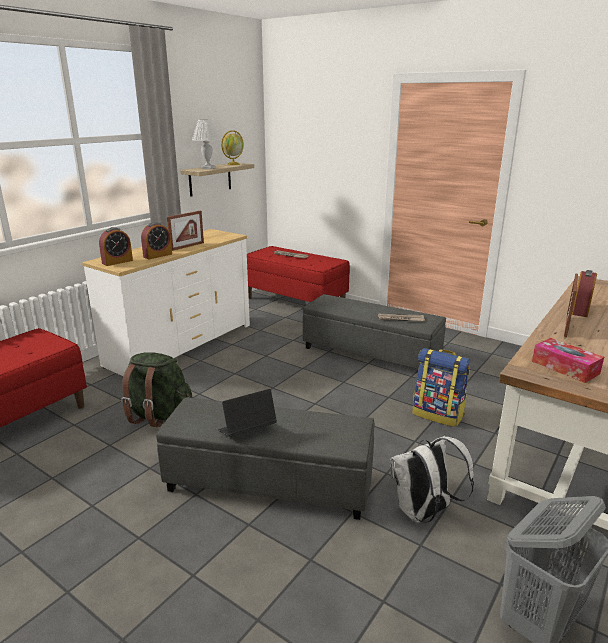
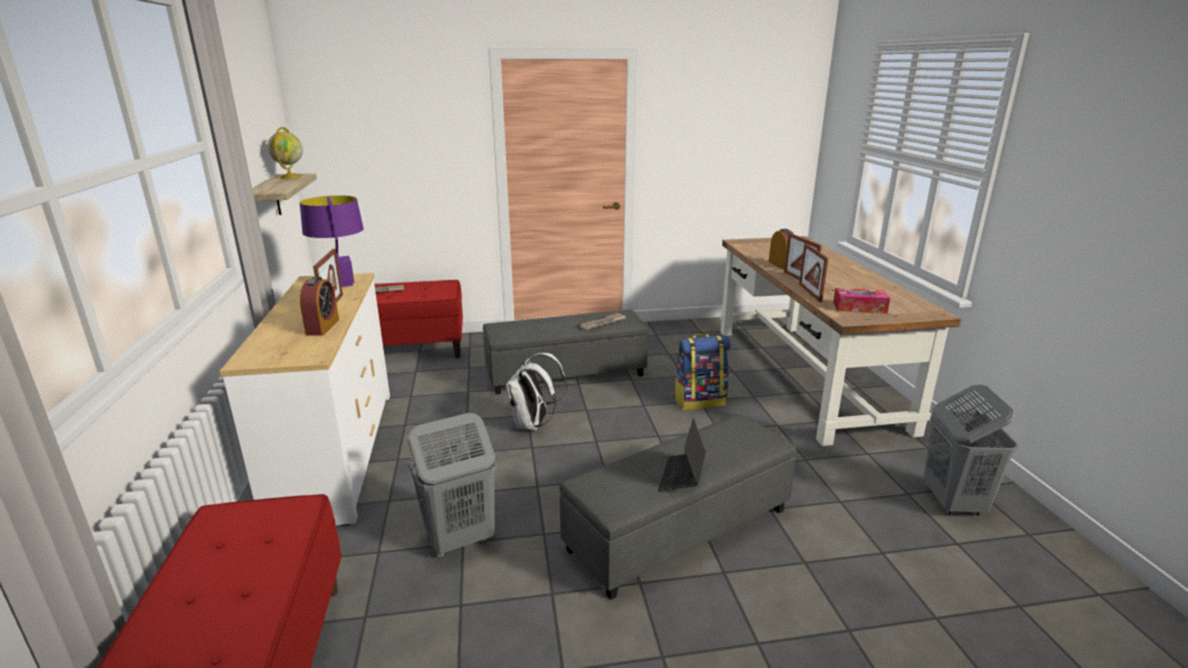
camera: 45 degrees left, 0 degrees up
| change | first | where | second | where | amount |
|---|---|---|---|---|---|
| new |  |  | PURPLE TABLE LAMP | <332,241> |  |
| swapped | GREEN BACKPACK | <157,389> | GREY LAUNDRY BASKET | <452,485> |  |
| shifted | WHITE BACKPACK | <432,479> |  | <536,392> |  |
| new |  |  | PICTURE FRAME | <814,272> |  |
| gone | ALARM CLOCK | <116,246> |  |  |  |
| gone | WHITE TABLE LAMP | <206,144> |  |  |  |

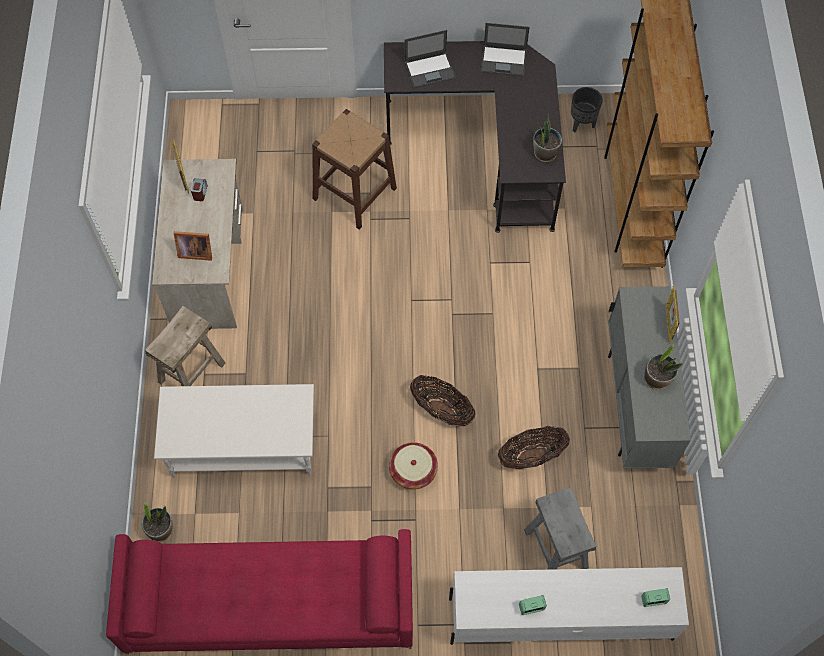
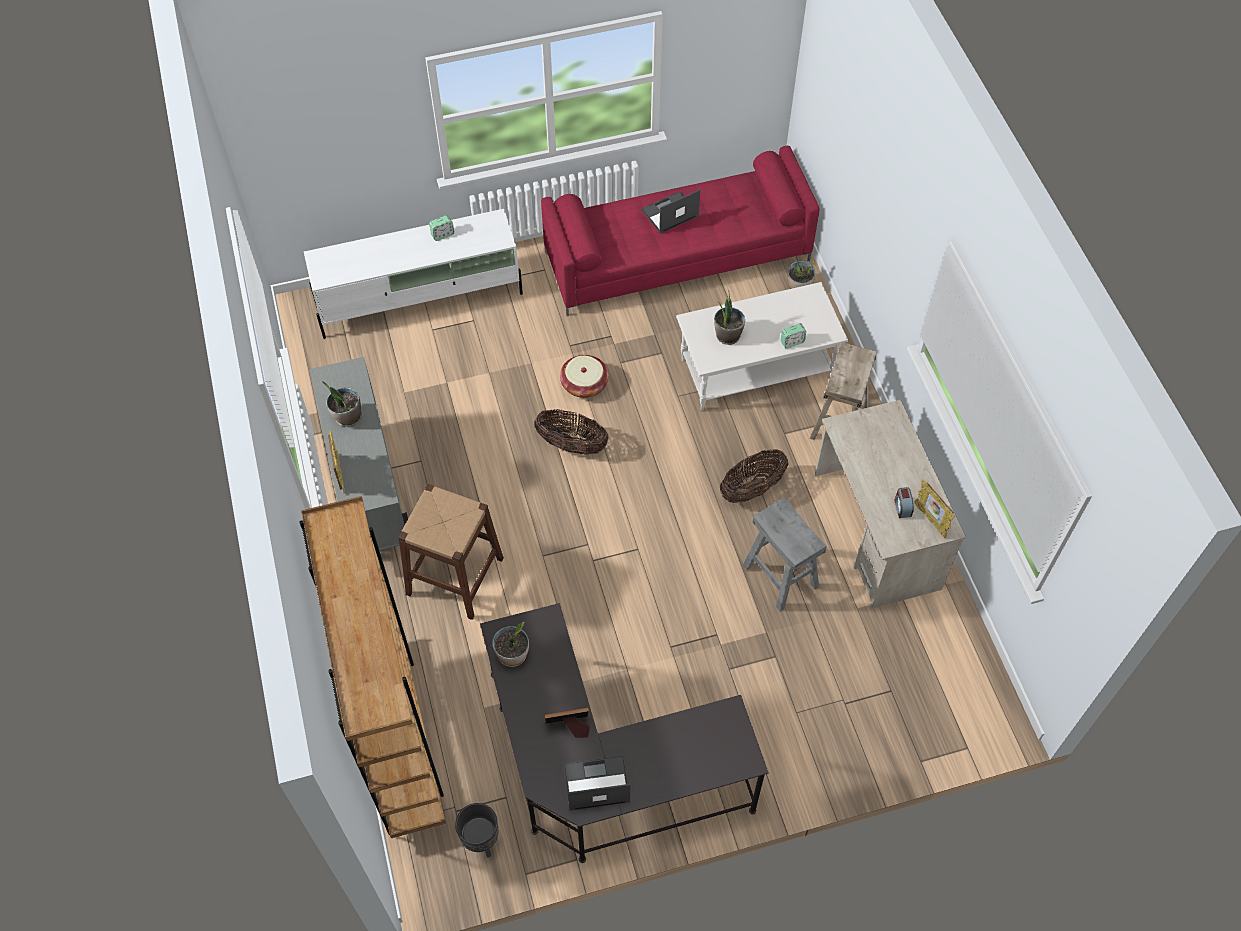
camera: 165 degrees right, 5 degrees down
| change | first | where | second | where | amount |
|---|---|---|---|---|---|
| shifted | BROWN STOOL | <354,169> |  | <451,552> |  |
| shifted | PICTURE FRAME | <193,246> |  | <567,723> |  |
| shifted | LAPTOP | <430,59> |  | <670,211> |  |
| new |  |  | POTTED PLANT | <729,317> |  |
| shifted | BASKET | <534,448> |  | <754,476> |  |
| shifted | GREY STOOL | <560,528> |  | <785,554> |  |
| shifted | ALARM CLOCK | <655,598> |  | <793,336> |  |

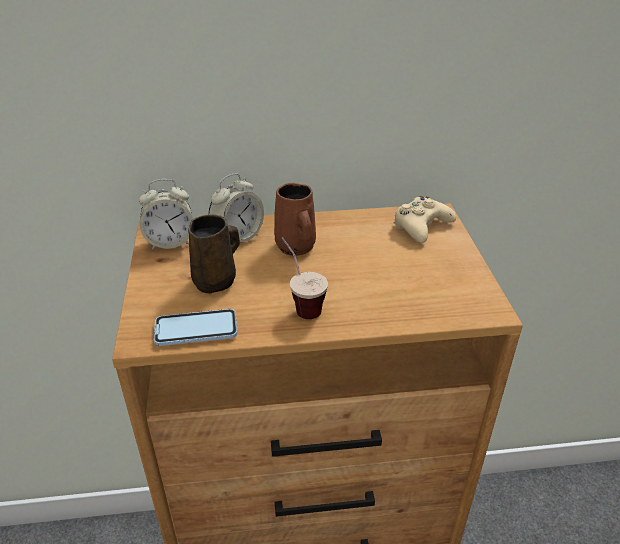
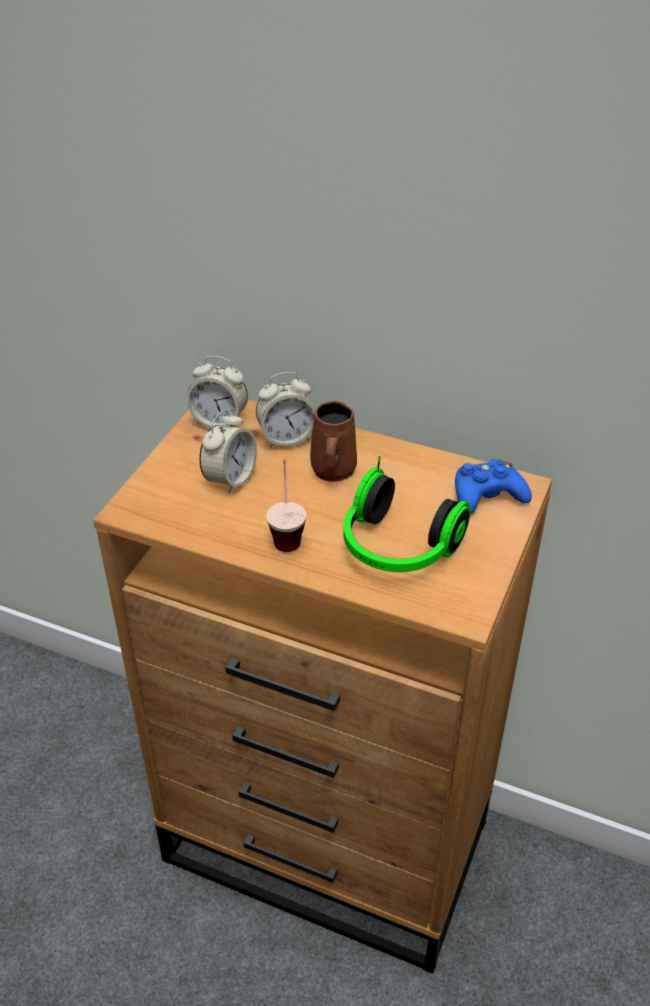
camera: 30 degrees right, 5 degrees up
| change | first | where | second | where | amount |
|---|---|---|---|---|---|
| swapped | BROWN MUG | <214,254> | ALARM CLOCK | <228,451> |  |
| new |  |  | HEADPHONES | <407,514> |  |
| repainted | BEIGE GAME CONTROLLER | <425,219> | BLUE GAME CONTROLLER | <493,486> |  |
| gone | PHONE | <196,327> |  |  |  |

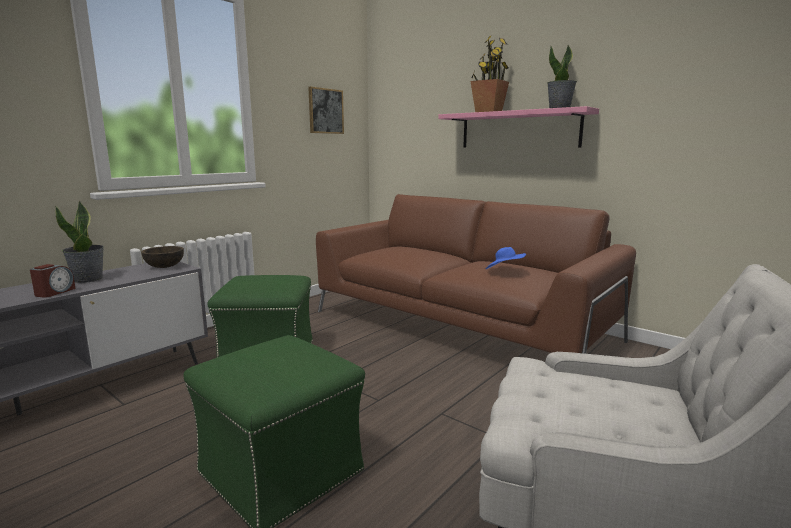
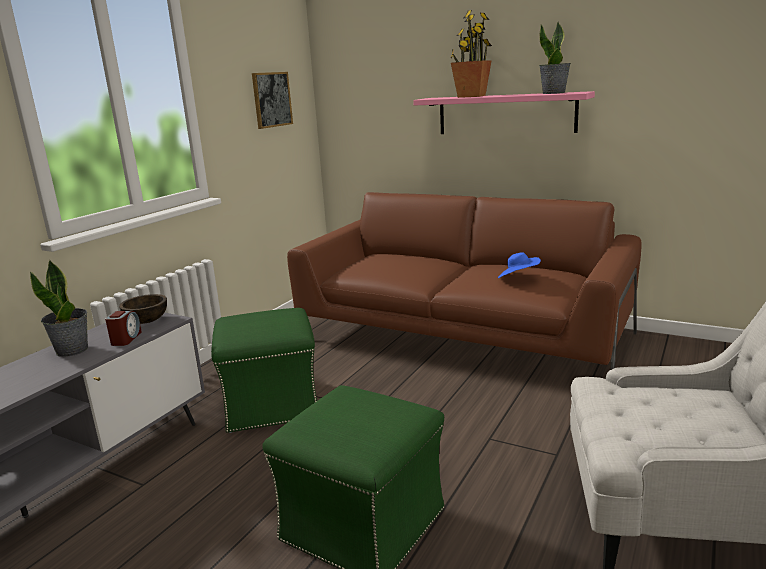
camera: 10 degrees left, 5 degrees up
| change | first | where | second | where | amount |
|---|---|---|---|---|---|
| shifted | ALARM CLOCK | <53,281> |  | <123,328> |  |

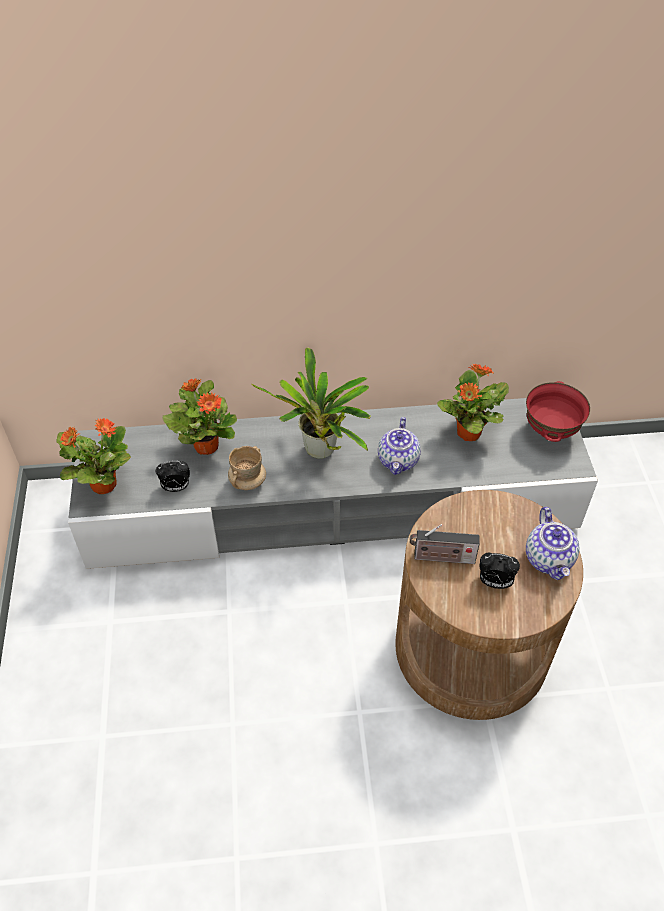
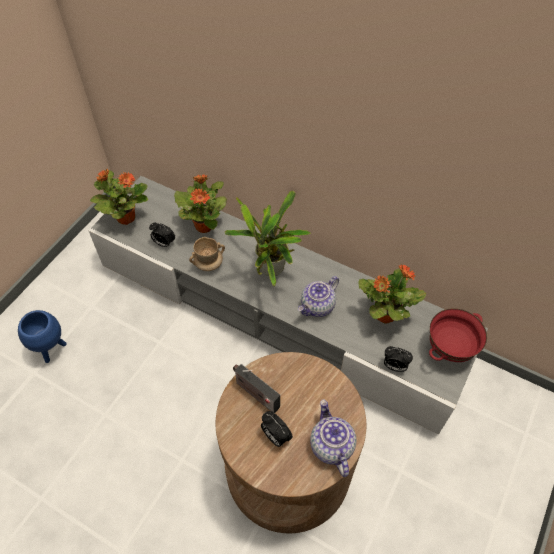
camera: 35 degrees right, 5 degrees up
| change | first | where | second | where | amount |
|---|---|---|---|---|---|
| new |  |  | BLUE PLANTER | <42,336> |  |
| rotated | TEAPOT | <552,543> |  | <333,438> | 135 degrees clockwise |
| new |  |  | ALARM CLOCK | <398,359> |  |

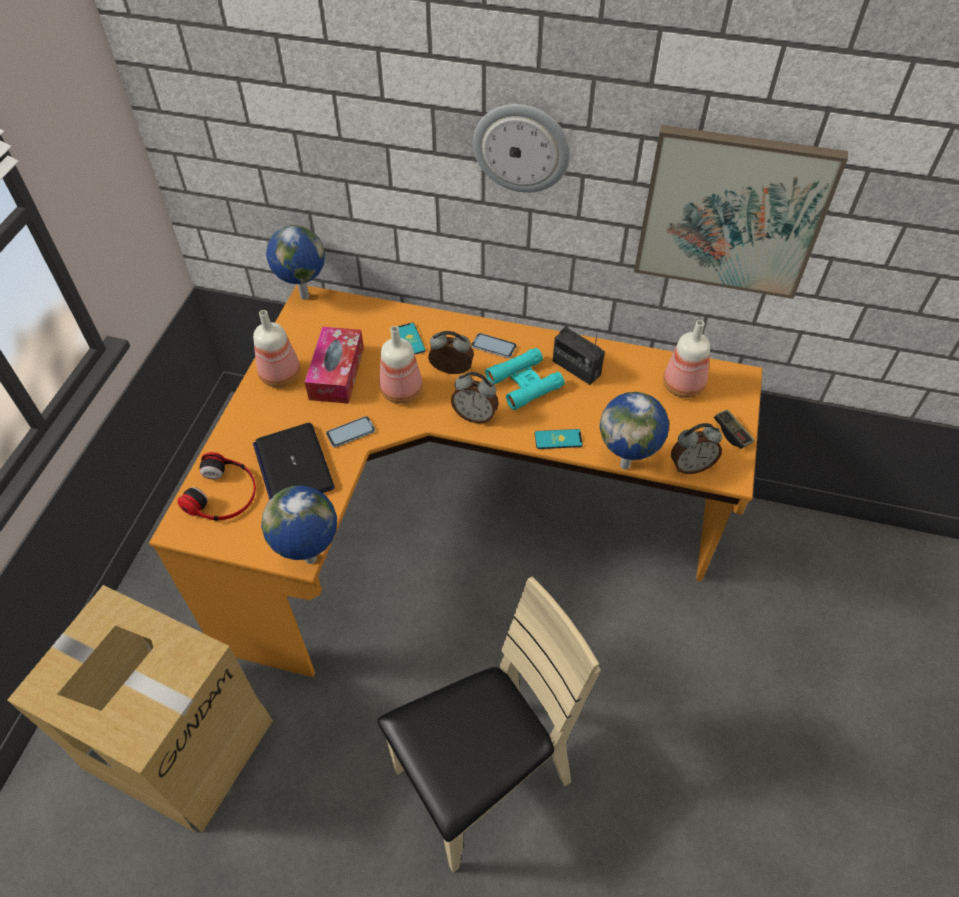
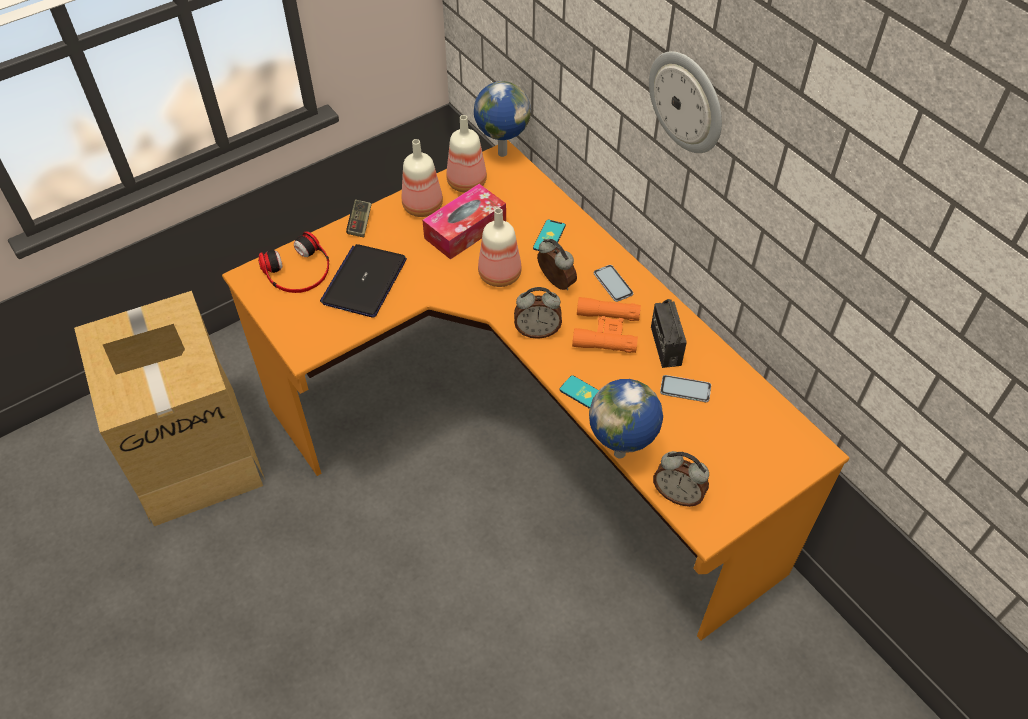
camera: 40 degrees right, 0 degrees up
| change | first | where | second | where | amount |
|---|---|---|---|---|---|
| shifted | GAME CONTROLLER | <734,429> |  | <359,218> |  |
| shifted | BOTTLE | <686,359> |  | <467,154> |  |
| rotated | ALARM CLOCK | <475,397> |  | <538,313> | 60 degrees counterclockwise |
| repainted | TURQUOISE BINOCULARS | <525,379> | ORANGE BINOCULARS | <606,325> |  |
| shifted | PHONE | <350,432> |  | <685,388> |  |
| gone | GLOBE | <299,524> |  |  |  |
| gone | BEIGE CHAIR | <489,724> |  |  |  |
| gone | PICTURE | <741,212> |  |  |  |

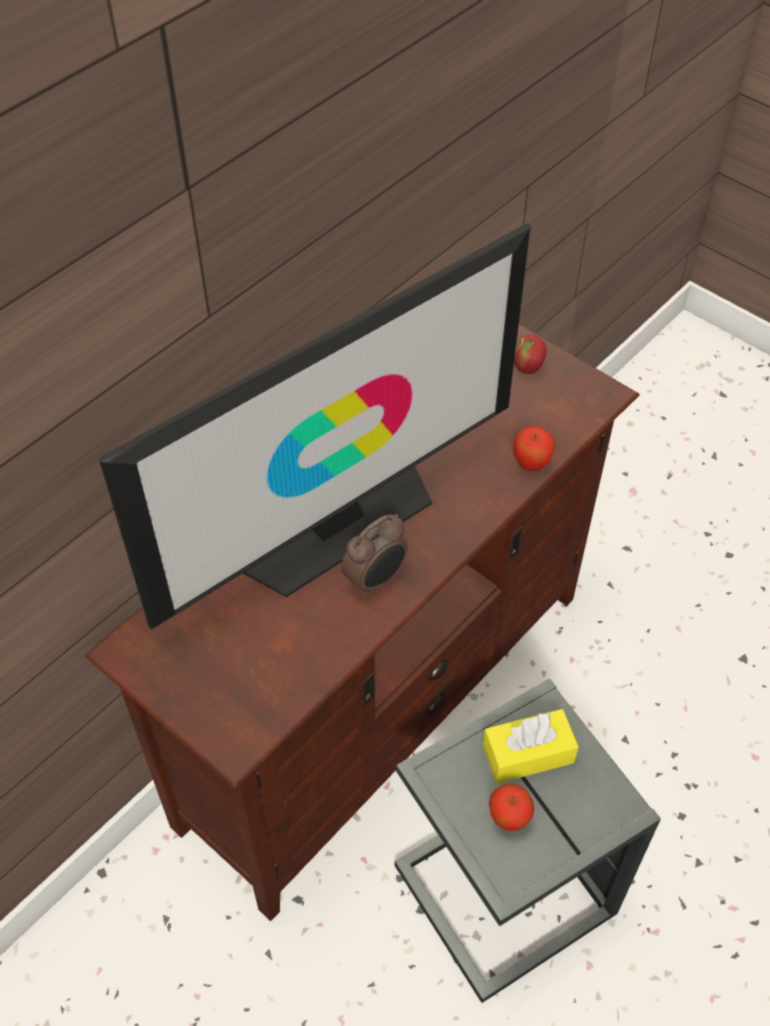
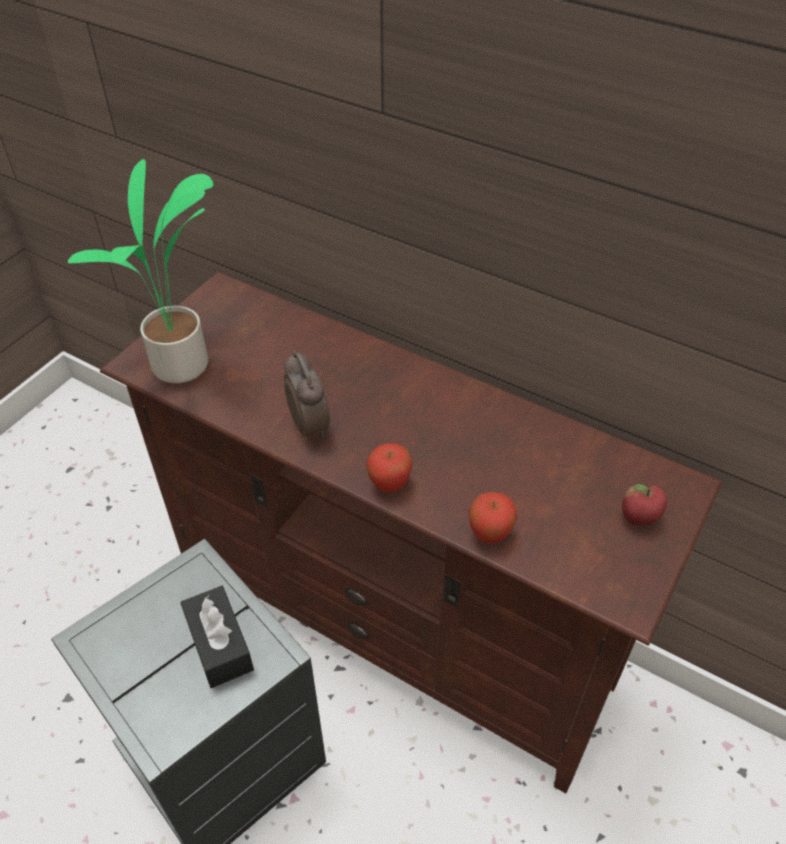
camera: 80 degrees right, 5 degrees down
| change | first | where | second | where | amount |
|---|---|---|---|---|---|
| new |  |  | POTTED PLANT | <141,271> |  |
| repainted | YELLOW TISSUE BOX | <531,746> | BLACK TISSUE BOX | <217,637> |  |
| rotated | ALARM CLOCK | <374,555> |  | <307,395> | 150 degrees counterclockwise |
| shifted | APPLE | <511,807> |  | <389,467> |  |
| gone | TELEVISION | <315,426> |  |  |  |

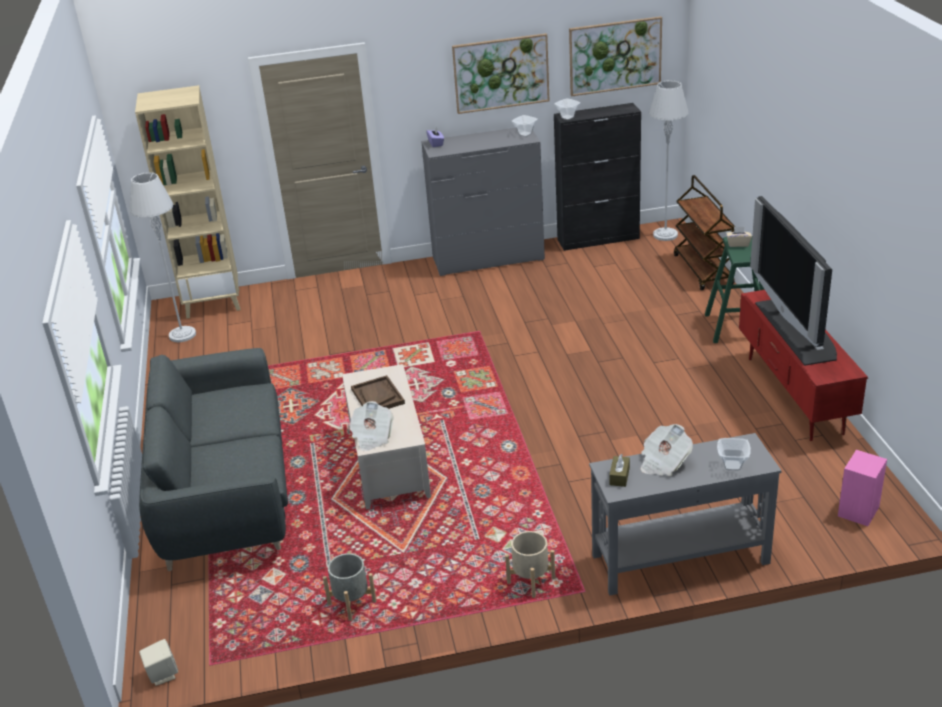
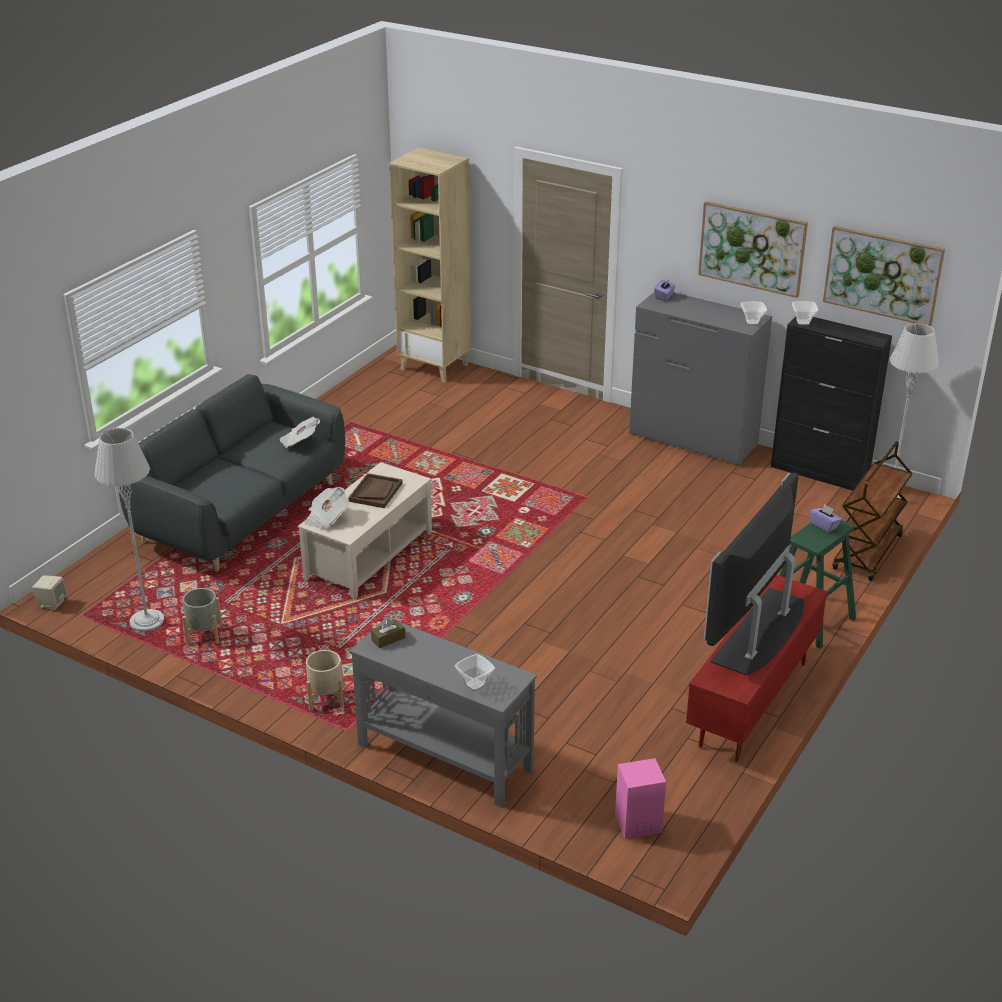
camera: 40 degrees right, 0 degrees up
| change | first | where | second | where | amount |
|---|---|---|---|---|---|
| shifted | GREY FLOOR LAMP | <162,257> |  | <129,530> |  |
| shifted | NEWSPAPER | <667,450> |  | <300,432> |  |
| repainted | BEIGE TISSUE BOX | <739,237> | PURPLE TISSUE BOX | <825,518> |  |

